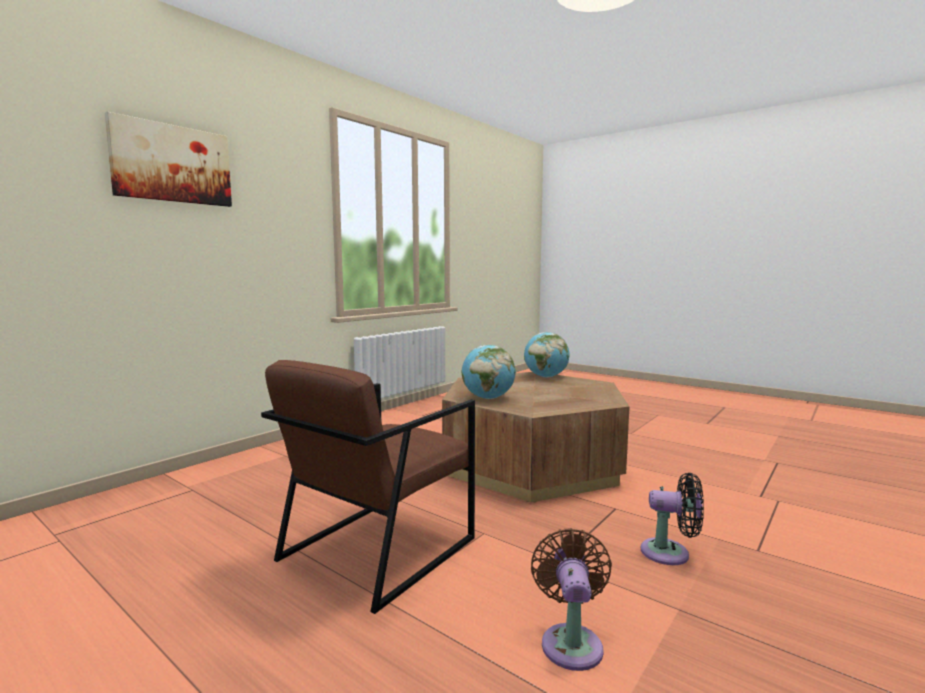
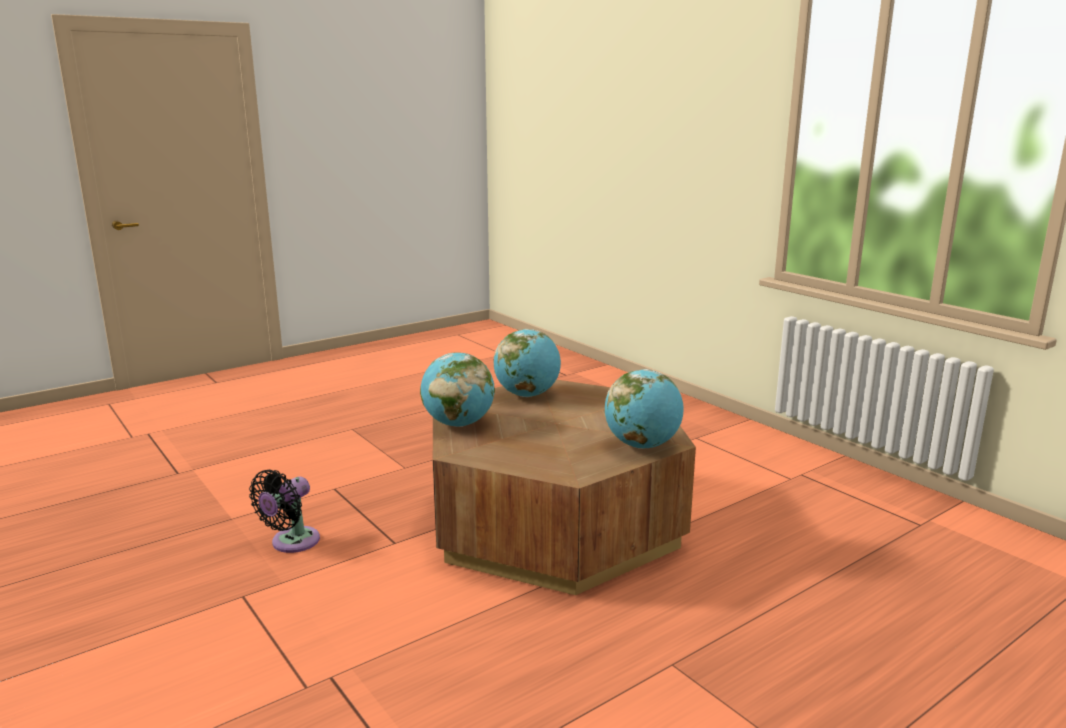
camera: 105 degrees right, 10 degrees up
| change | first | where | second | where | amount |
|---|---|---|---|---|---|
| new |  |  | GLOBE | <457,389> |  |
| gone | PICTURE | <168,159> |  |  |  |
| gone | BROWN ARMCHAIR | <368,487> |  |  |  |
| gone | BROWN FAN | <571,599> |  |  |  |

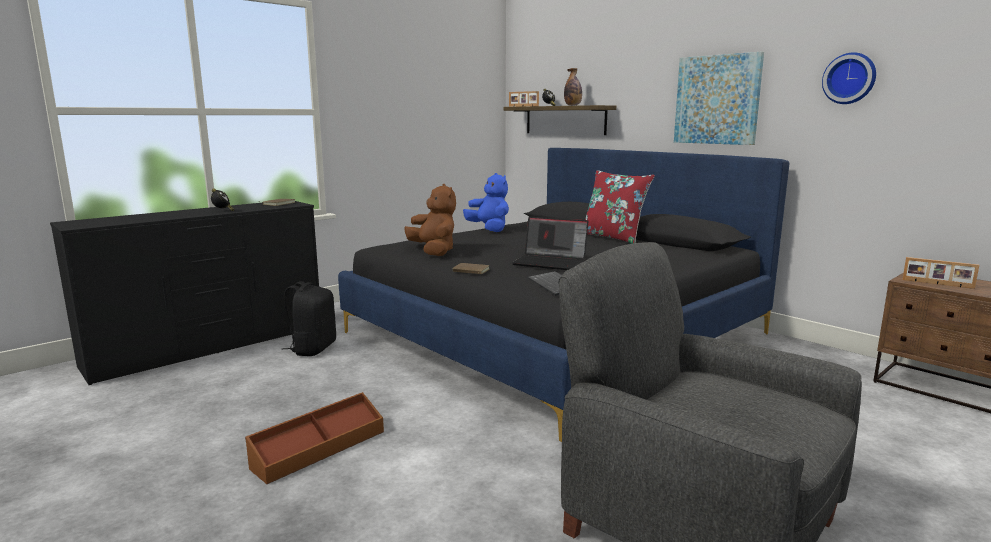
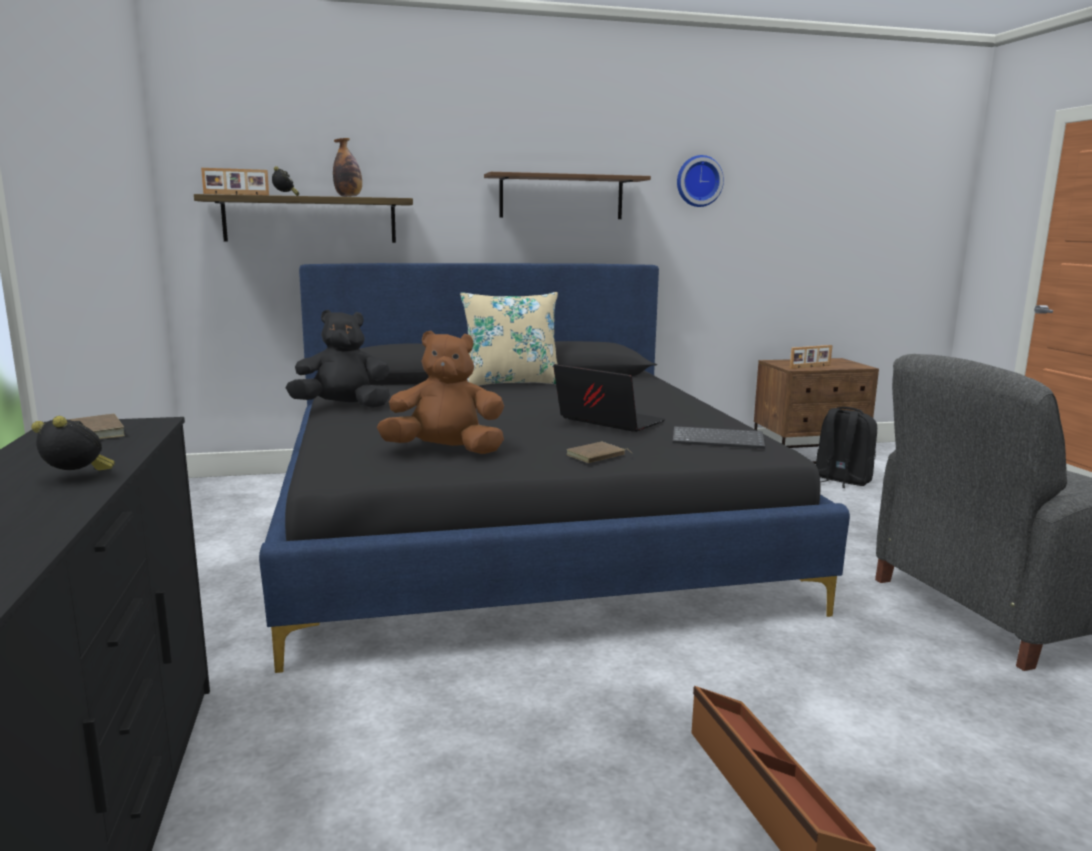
camera: 60 degrees left, 0 degrees up
| change | first | where | second | where | amount |
|---|---|---|---|---|---|
| repainted | BLUE PLUSH TOY | <486,202> | BLACK PLUSH TOY | <338,359> |  |
| repainted | RED PILLOW | <620,207> | BEIGE PILLOW | <509,339> |  |
| swapped | PICTURE | <719,98> | BROWN SHELF | <567,195> |  |
| rotated | LAPTOP | <550,243> |  | <609,398> | 105 degrees counterclockwise |
| shifted | BLACK BACKPACK | <308,318> |  | <846,447> |  |

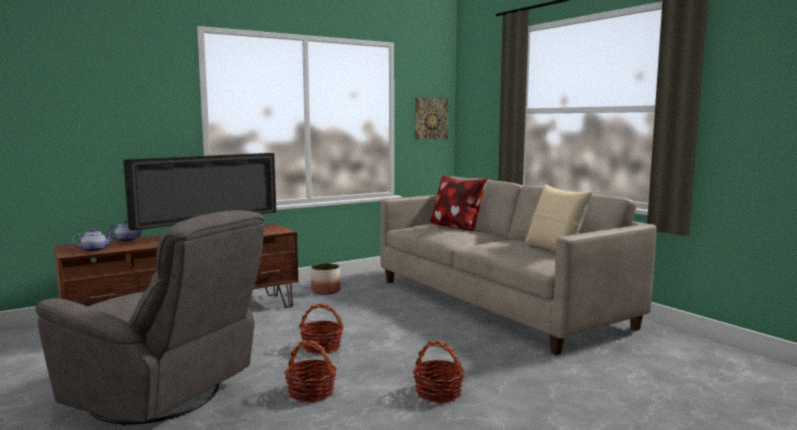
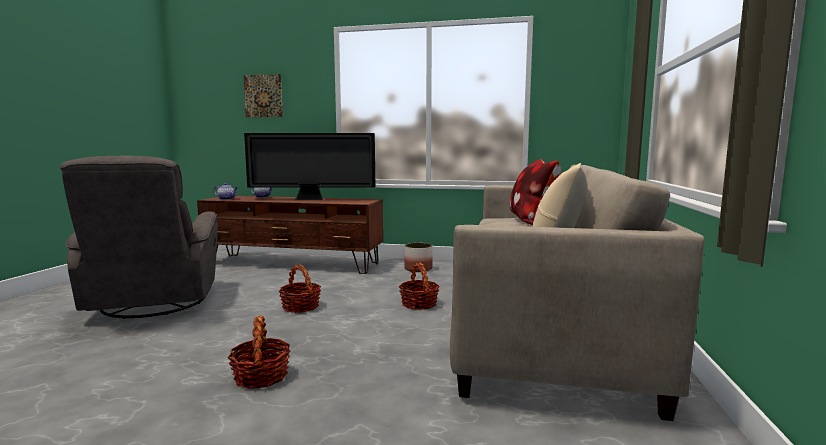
camera: 45 degrees right, 0 degrees up
| change | first | where | second | where | amount |
|---|---|---|---|---|---|
| shifted | PICTURE | <431,118> |  | <263,95> |  |
| shifted | BASKET | <310,371> |  | <419,286> |  |

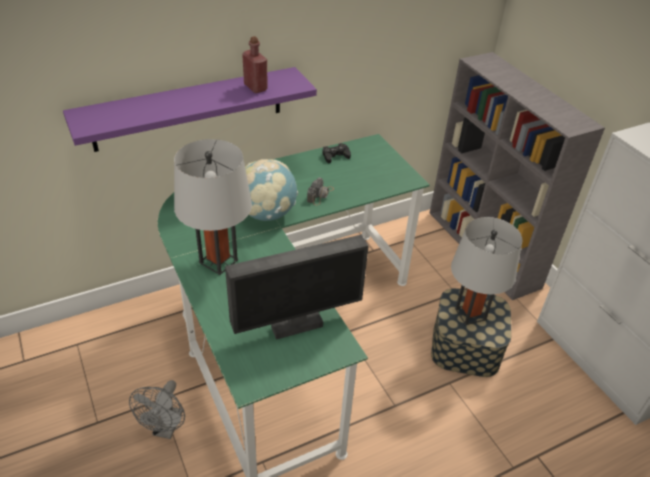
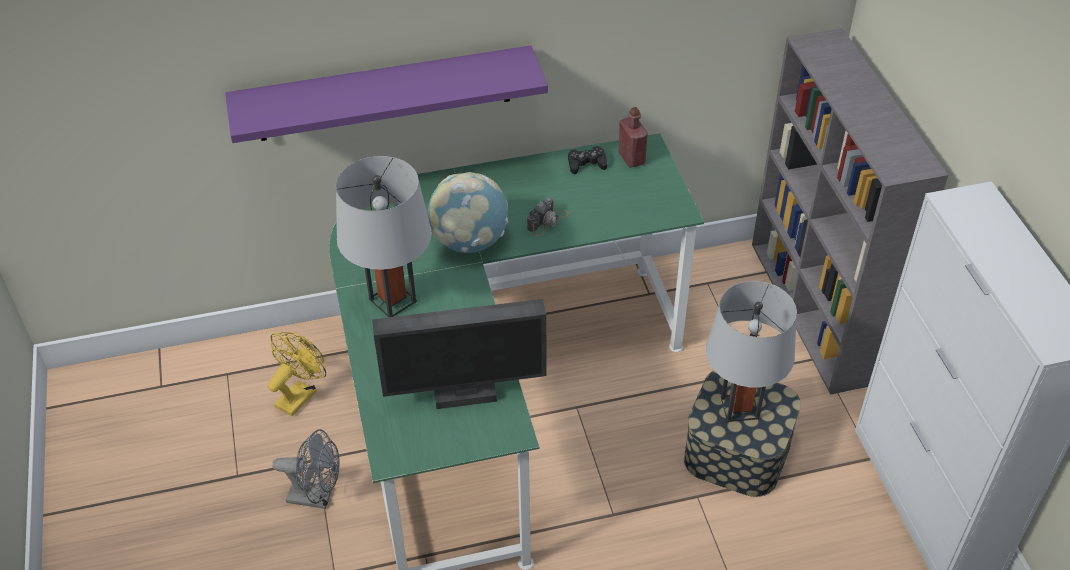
camera: 15 degrees right, 5 degrees up
| change | first | where | second | where | amount |
|---|---|---|---|---|---|
| new |  |  | YELLOW FAN | <297,374> |  |
| rotated | GREY FAN | <157,409> |  | <305,469> | 105 degrees counterclockwise |
| shifted | RED BOTTLE | <255,64> |  | <633,137> |  |

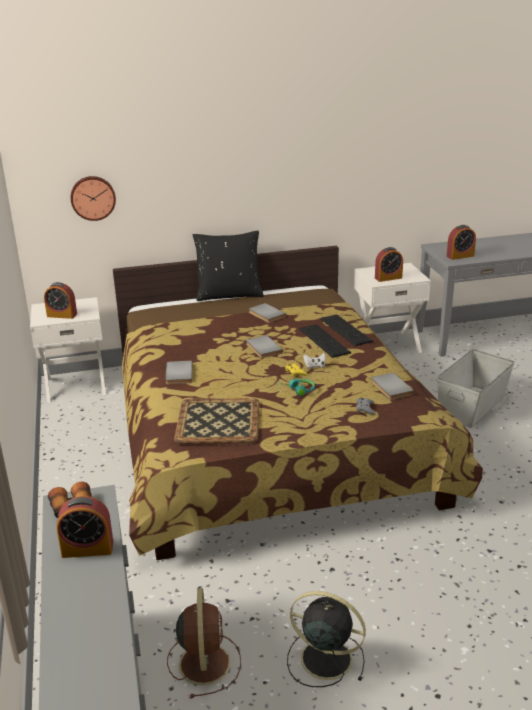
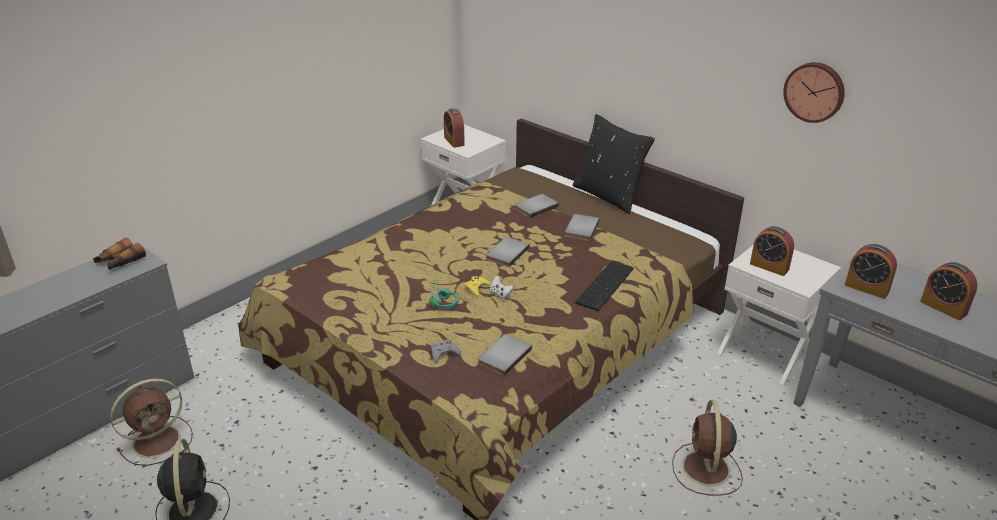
camera: 55 degrees right, 5 degrees up
| change | first | where | second | where | amount |
|---|---|---|---|---|---|
| shifted | GREY BOOK | <178,372> |  | <536,206> |  |
| swapped | GREY STORAGE BOX | <476,388> | BROWN FAN | <707,448> |  |
| shifted | WALL CLOCK | <93,198> |  | <814,92> |  |
| shifted | ALARM CLOCK | <85,527> |  | <949,291> |  |
| gone | TRAY | <216,421> |  |  |  |
| gone | KEYBOARD | <325,341> |  |  |  |

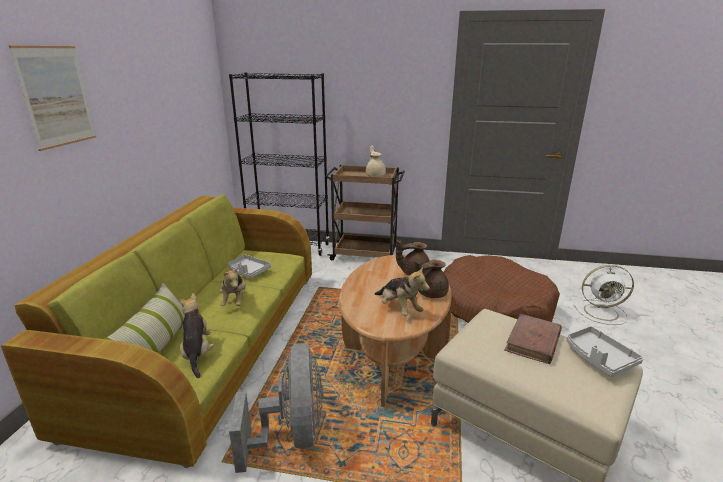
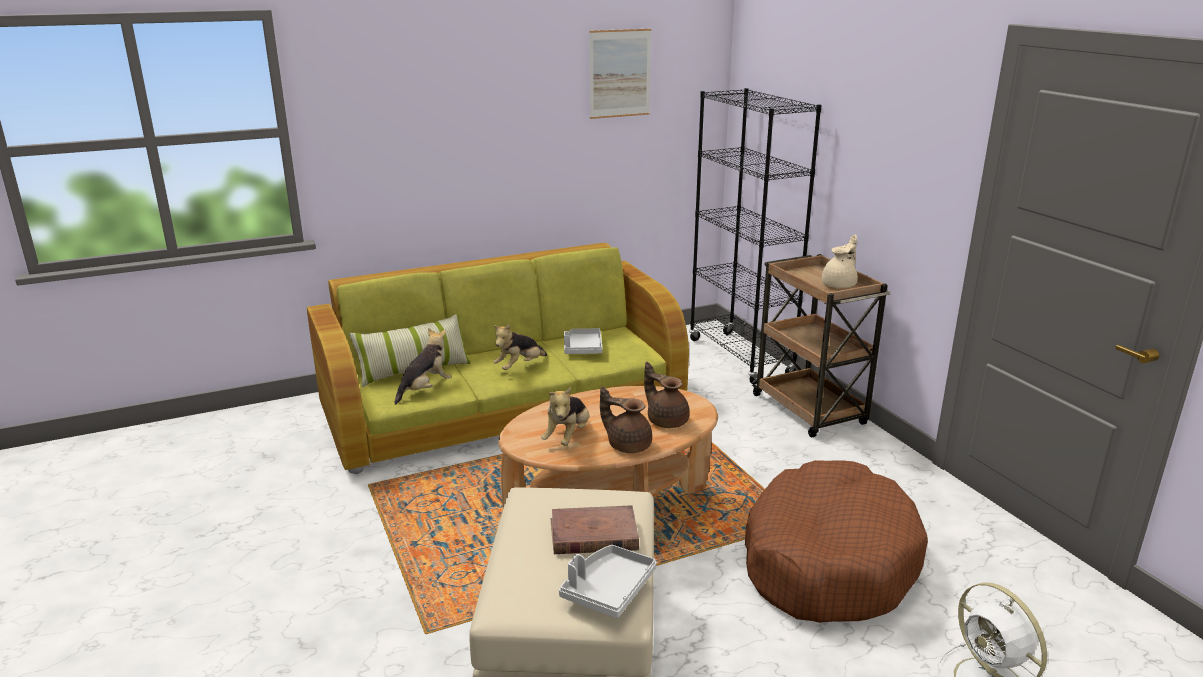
camera: 55 degrees right, 0 degrees up
| change | first | where | second | where | amount |
|---|---|---|---|---|---|
| shifted | PICTURE | <52,98> |  | <620,74> |  |
| gone | GREY FAN | <276,408> |  |  |  |

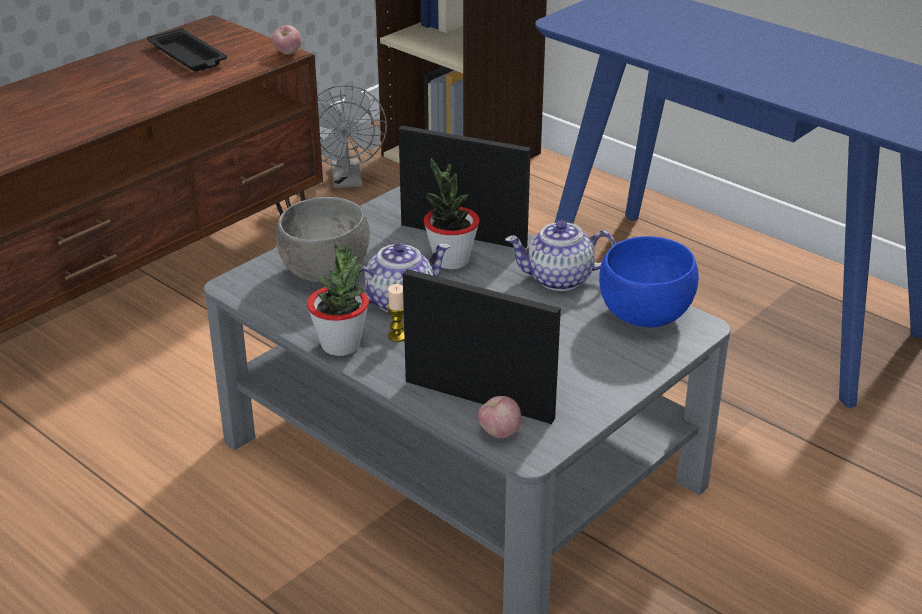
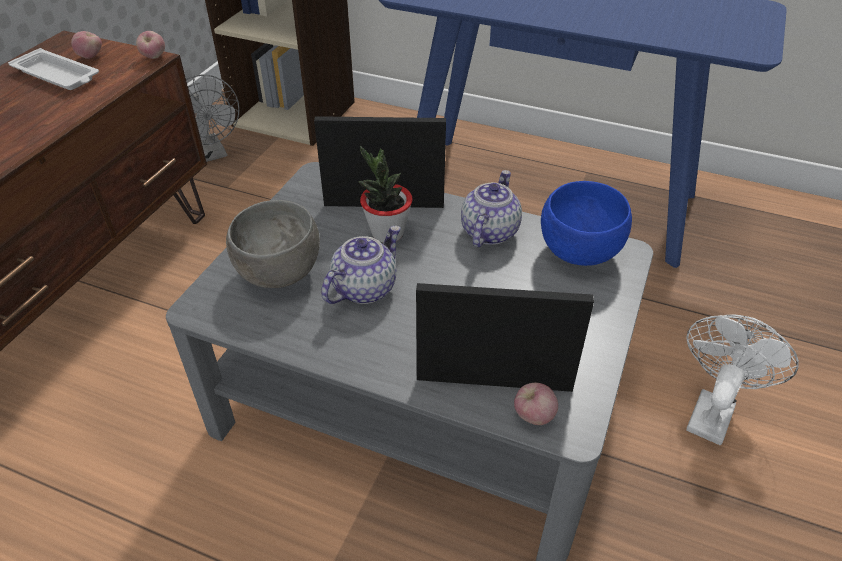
camera: 20 degrees left, 10 degrees up
| change | first | where | second | where | amount |
|---|---|---|---|---|---|
| repainted | BLACK TRAY | <187,49> | WHITE TRAY | <53,69> |  |
| new |  |  | APPLE | <86,45> |  |
| rotated | TEAPOT | <560,256> |  | <491,208> | 135 degrees clockwise |
| new |  |  | WHITE FAN | <742,379> |  |
| gone | POTTED PLANT | <338,299> |  |  |  |
| gone | CANDLE | <396,313> |  |  |  |

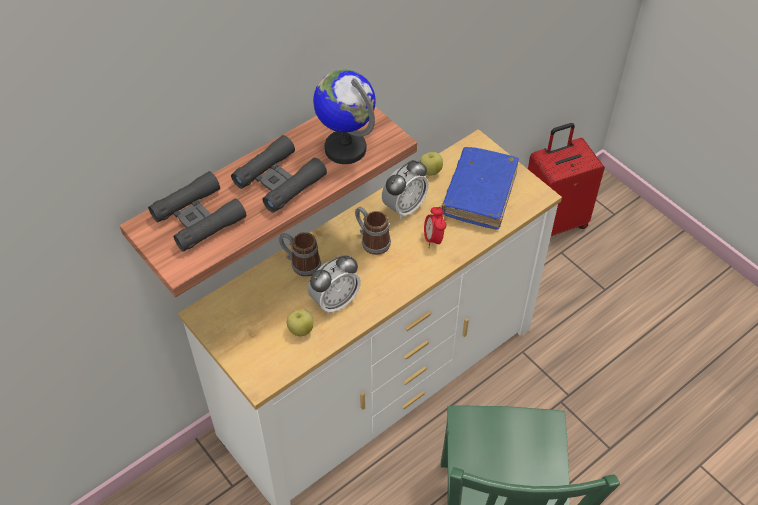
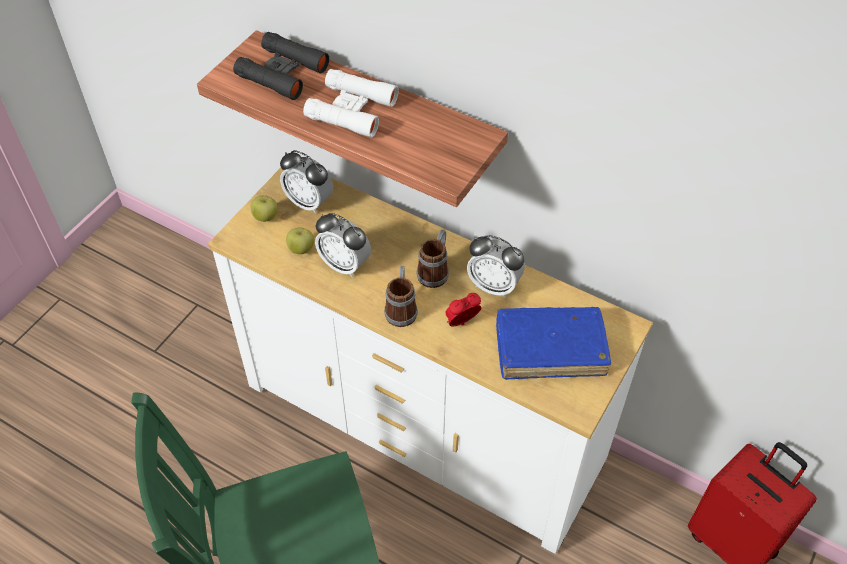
camera: 70 degrees right, 0 degrees up
| change | first | where | second | where | amount |
|---|---|---|---|---|---|
| shifted | APPLE | <431,164> |  | <264,208> |  |
| new |  |  | ALARM CLOCK | <306,182> |  |
| repainted | BLACK BINOCULARS | <279,174> | WHITE BINOCULARS | <351,103> |  |
| shifted | MUG | <300,254> |  | <401,296> |  |
| gone | GLOBE | <344,116> |  |  |  |

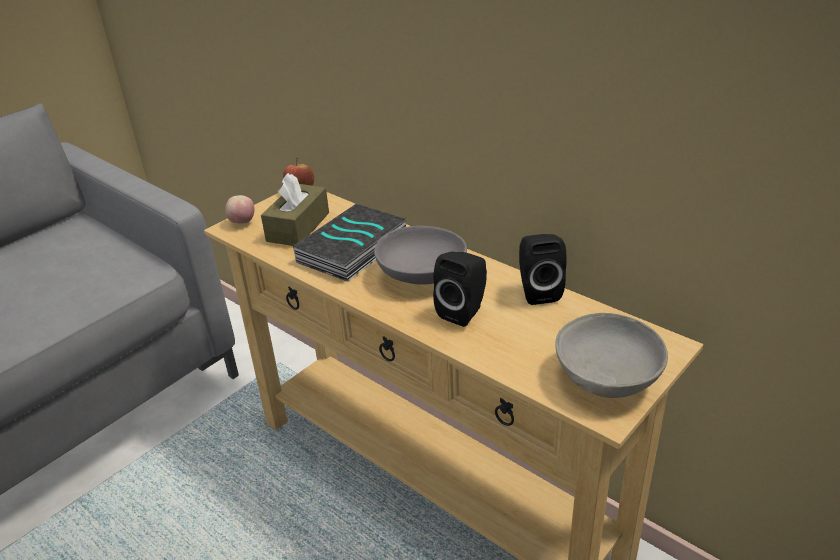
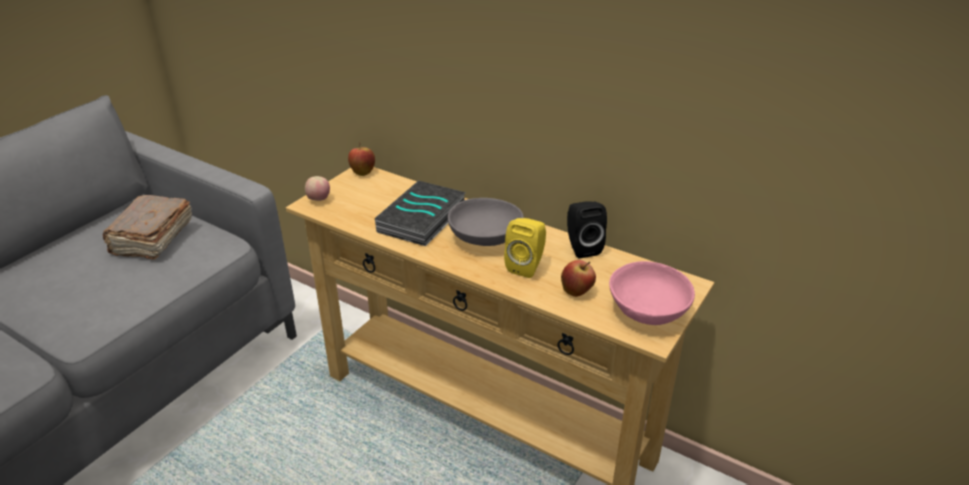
camera: 10 degrees left, 0 degrees up
| change | first | where | second | where | amount |
|---|---|---|---|---|---|
| new |  |  | BROWN BOOK | <147,227> |  |
| repainted | BLACK SPEAKER | <460,289> | YELLOW SPEAKER | <525,248> |  |
| new |  |  | APPLE | <578,278> |  |
| repainted | GREY BOWL | <611,355> | PINK BOWL | <652,293> |  |
| gone | BROWN TISSUE BOX | <295,209> |  |  |  |

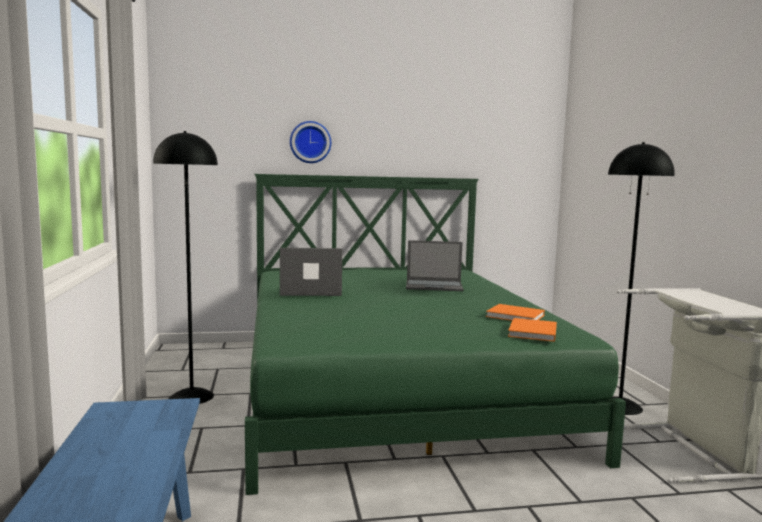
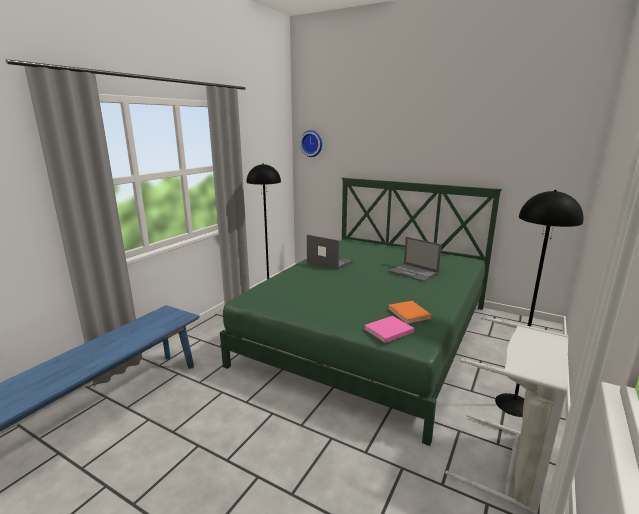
camera: 40 degrees right, 10 degrees up
| change | first | where | second | where | amount |
|---|---|---|---|---|---|
| shifted | WALL CLOCK | <310,142> |  | <311,143> |  |
| repainted | ORANGE BOOK | <532,330> | PINK BOOK | <389,329> |  |

